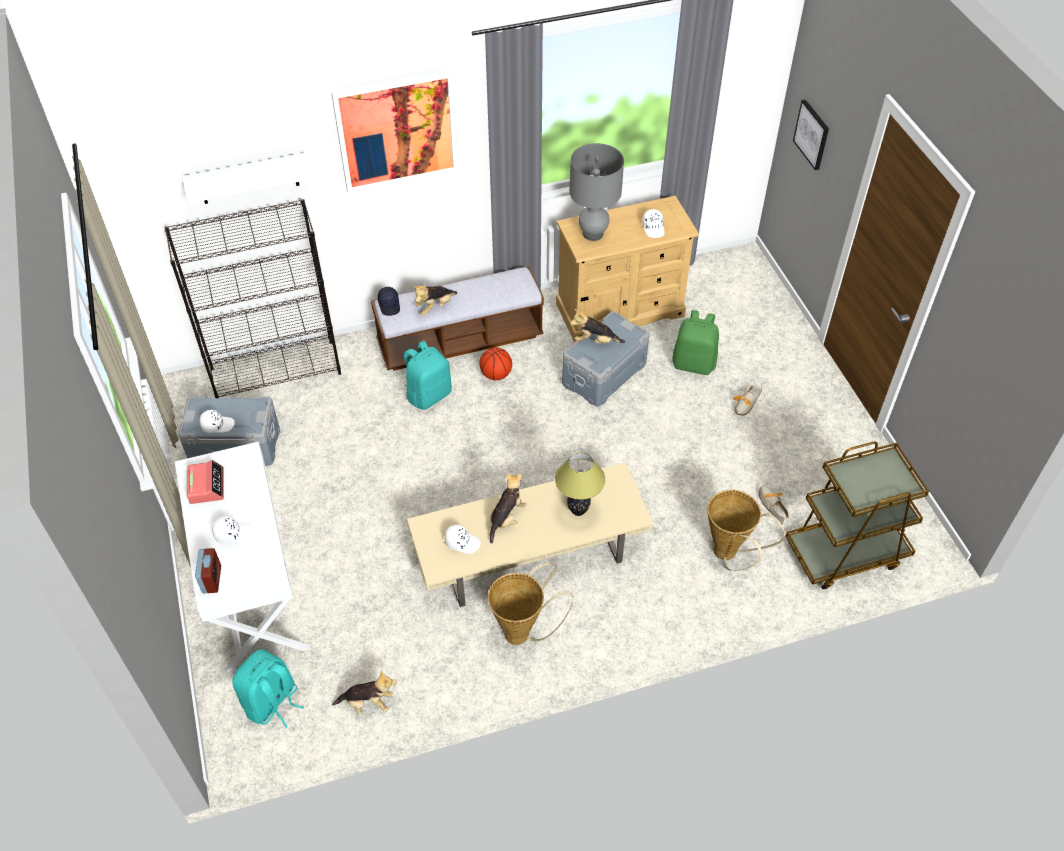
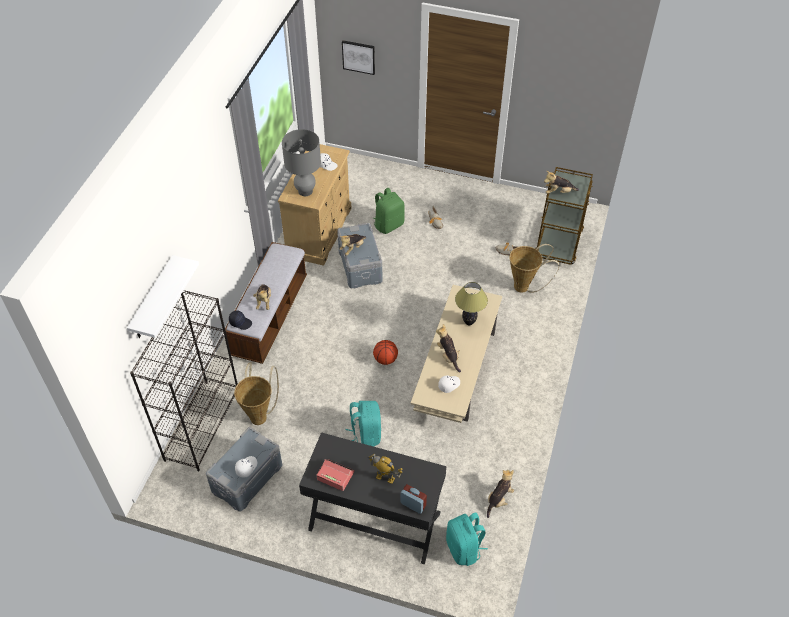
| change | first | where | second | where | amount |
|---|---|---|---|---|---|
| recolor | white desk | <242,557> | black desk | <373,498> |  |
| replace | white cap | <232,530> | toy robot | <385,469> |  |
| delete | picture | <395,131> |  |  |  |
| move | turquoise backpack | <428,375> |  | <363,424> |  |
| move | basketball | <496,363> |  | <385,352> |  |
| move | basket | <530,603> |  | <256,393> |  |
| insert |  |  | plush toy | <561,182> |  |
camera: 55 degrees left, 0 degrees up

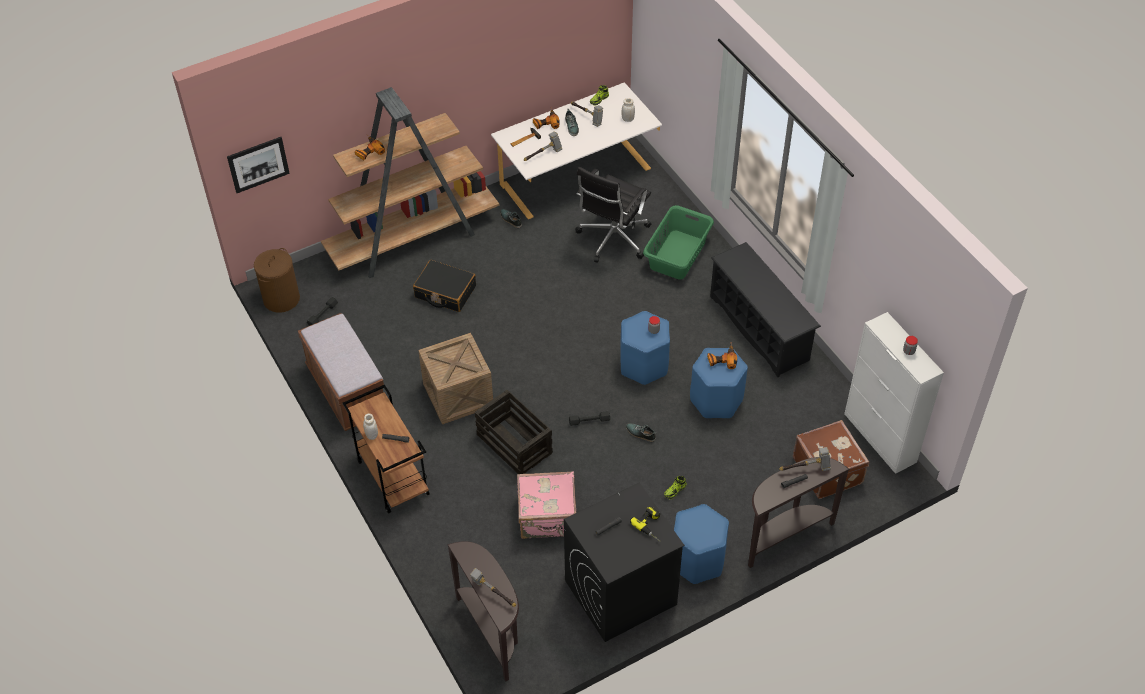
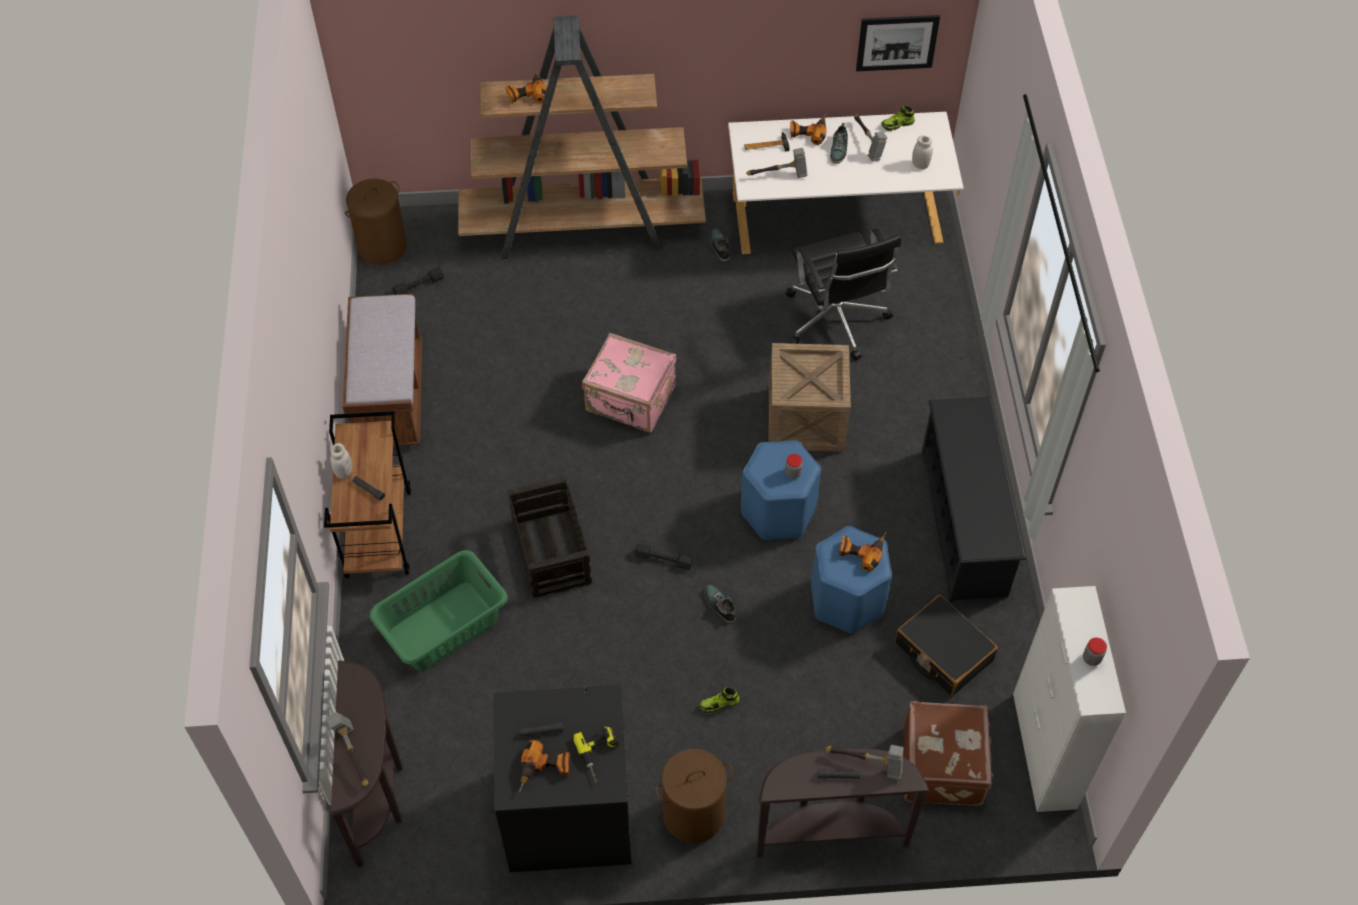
| change | first | where | second | where | amount |
|---|---|---|---|---|---|
| move | picture | <258,165> |  | <898,43> |  |
| move | black suitcase | <444,286> |  | <946,645> |  |
| move | crate | <455,378> |  | <810,397> |  |
| move | pink suitcase | <547,505> |  | <629,383> |  |
| rotate | black office chair | <613,215> |  | <843,294> | 75 degrees counterclockwise |
| move | green laundry basket | <678,242> |  | <439,610> |  |
| replace | blue stool | <701,544> | brown laundry basket | <694,796> |  |
| insert |  |  | power drill | <544,766> |  |
camera: 25 degrees right, 5 degrees up

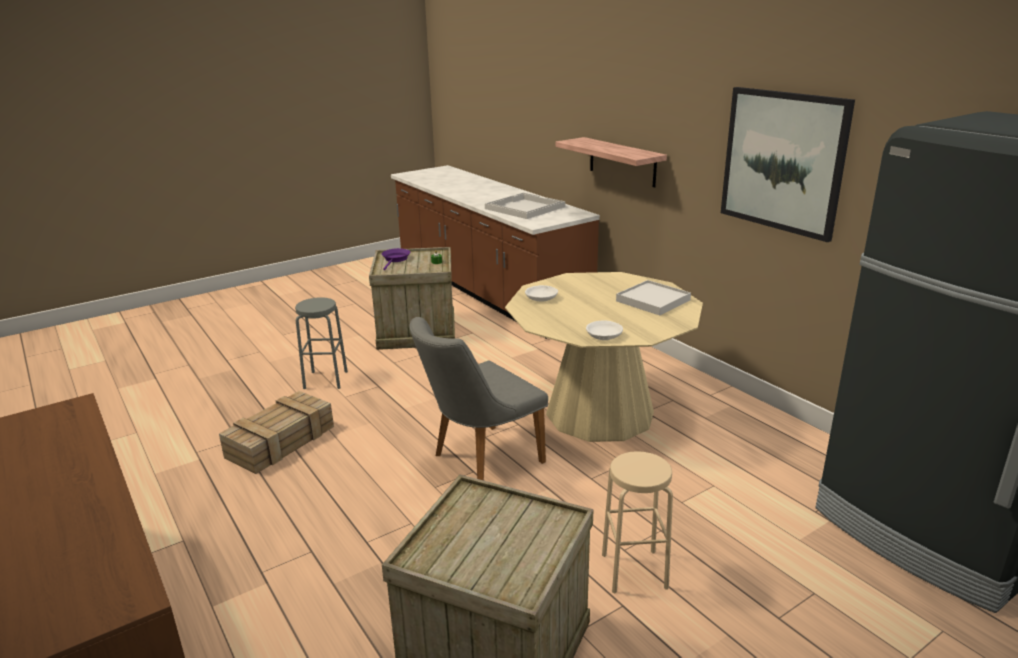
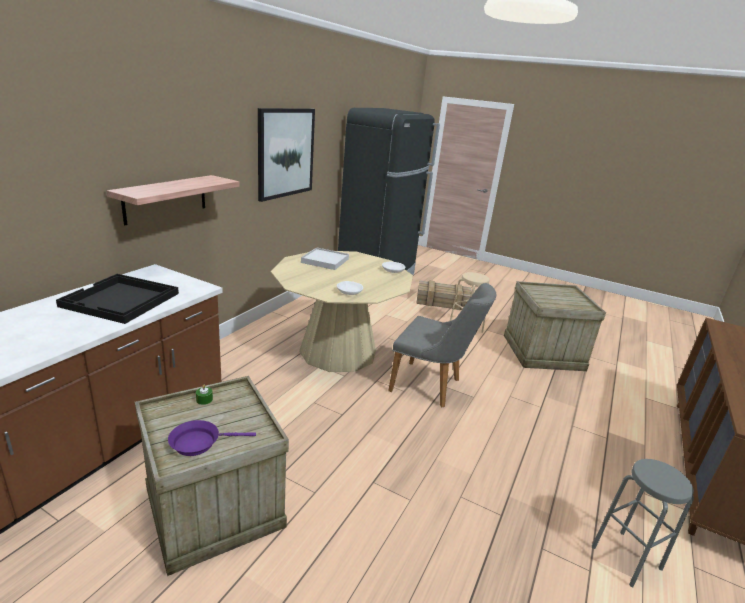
| change | first | where | second | where | amount |
|---|---|---|---|---|---|
| move | crate | <276,432> |  | <444,295> |  |
| move | grey stool | <321,343> |  | <643,523> |  |
| recolor | white tray | <525,206> | black tray | <117,299> |  |
camera: 120 degrees left, 0 degrees up

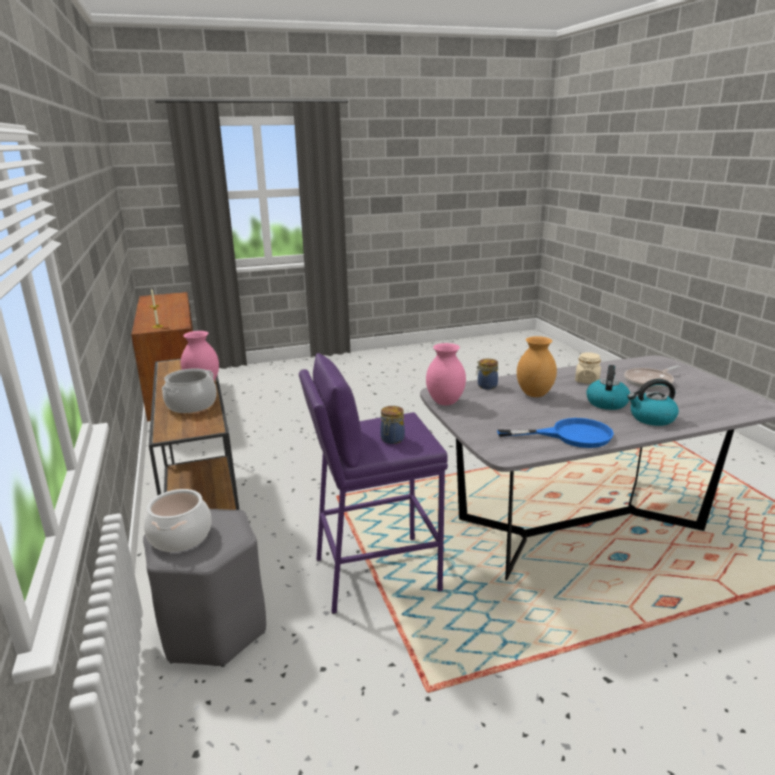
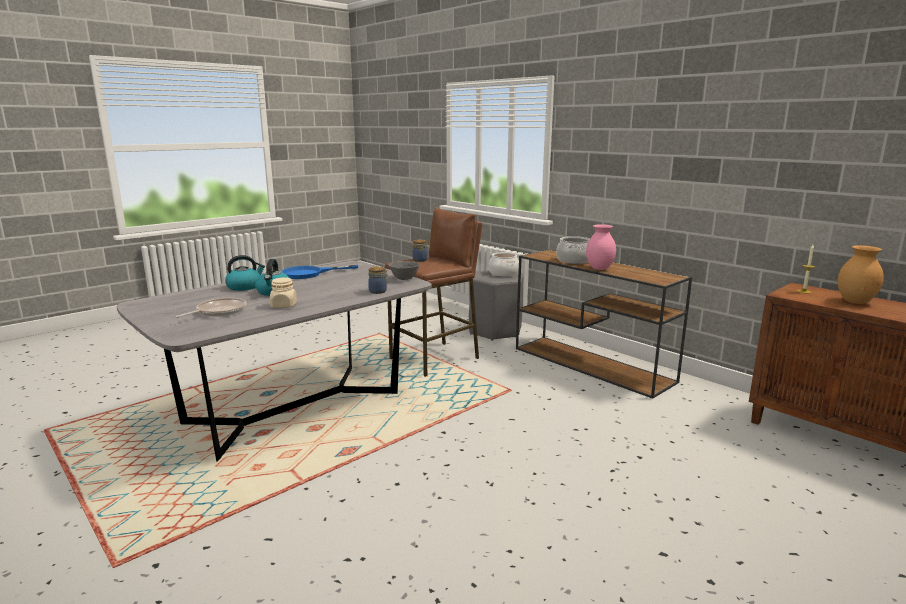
| change | first | where | second | where | amount |
|---|---|---|---|---|---|
| recolor | purple stool | <373,483> | brown stool | <433,292> |  |
| replace | pink vase | <446,374> | grey bowl | <404,270> |  |
| move | brown vase | <537,366> |  | <861,274> |  |
camera: 155 degrees right, 5 degrees down

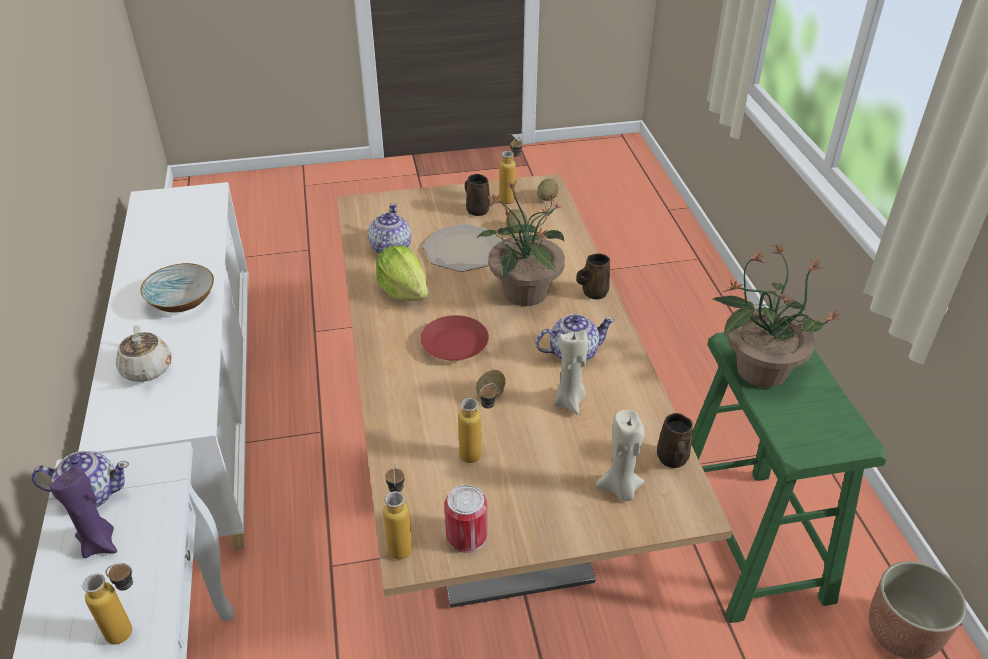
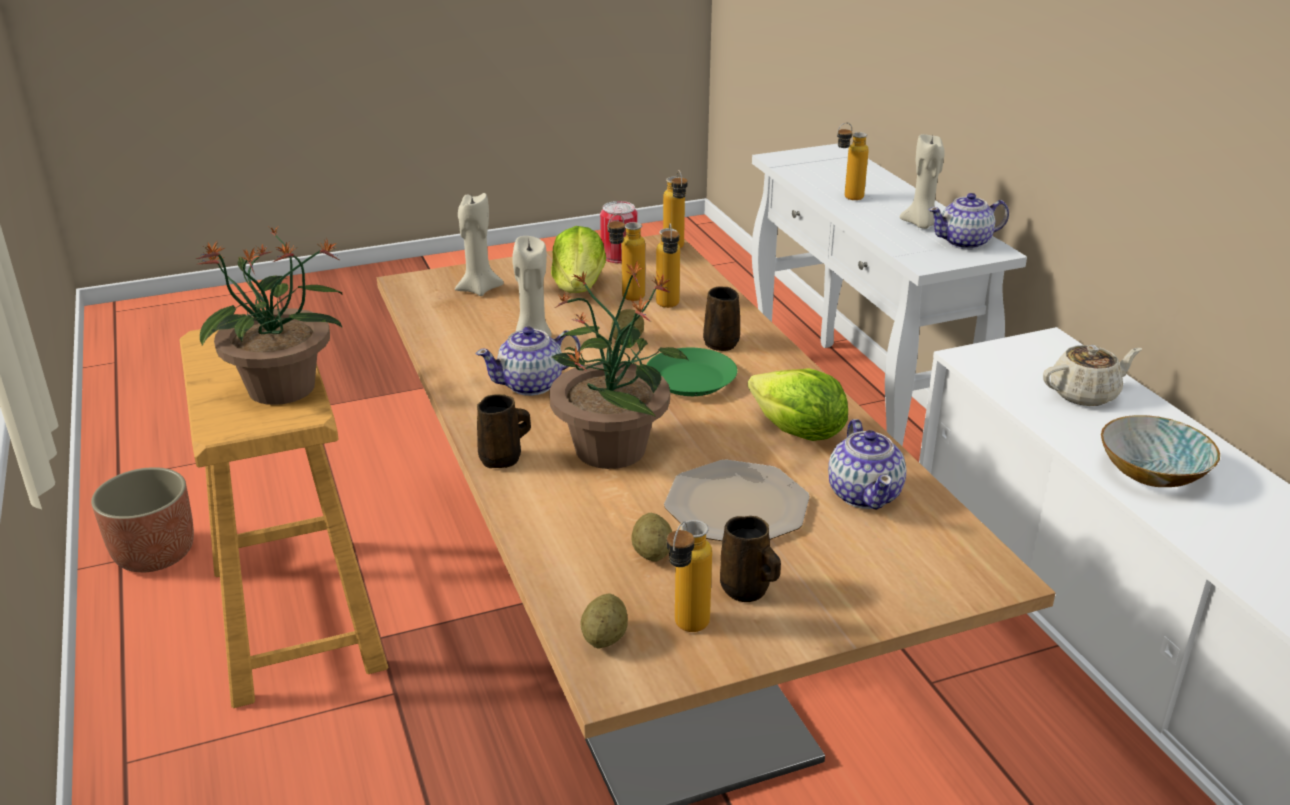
| change | first | where | second | where | amount |
|---|---|---|---|---|---|
| recolor | purple candle | <83,511> | beige candle | <922,181> |  |
| rotate | beige teapot | <144,354> |  | <1092,375> | 105 degrees clockwise |
| recolor | red plate | <455,338> | green plate | <692,372> |  |
| move | brown mug | <675,440> |  | <721,319> |  |
| recolor | green stool | <789,477> | beige stool | <284,518> |  |
| insert |  |  | lettuce | <578,259> |  |
| insert |  |  | bottle | <668,265> |  |
camera: 170 degrees right, 10 degrees down

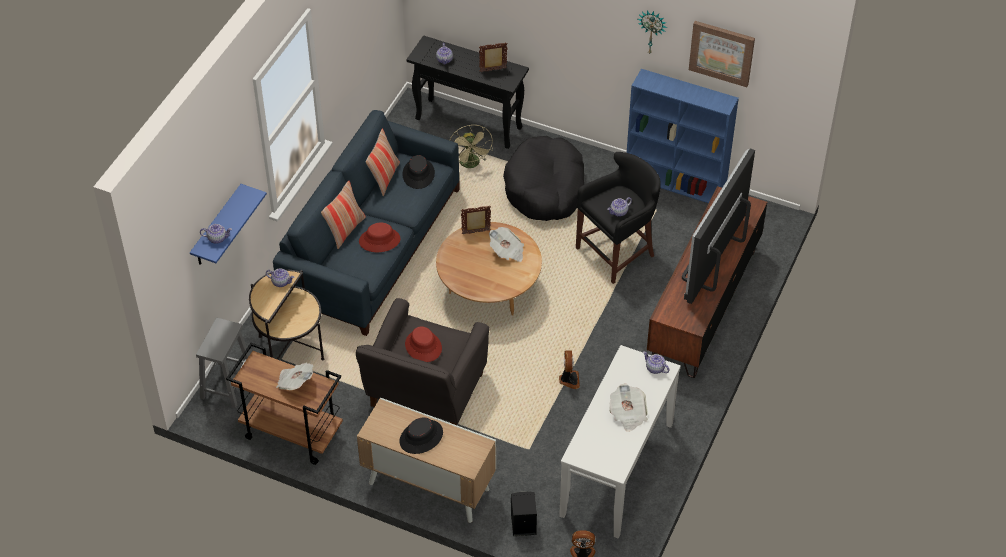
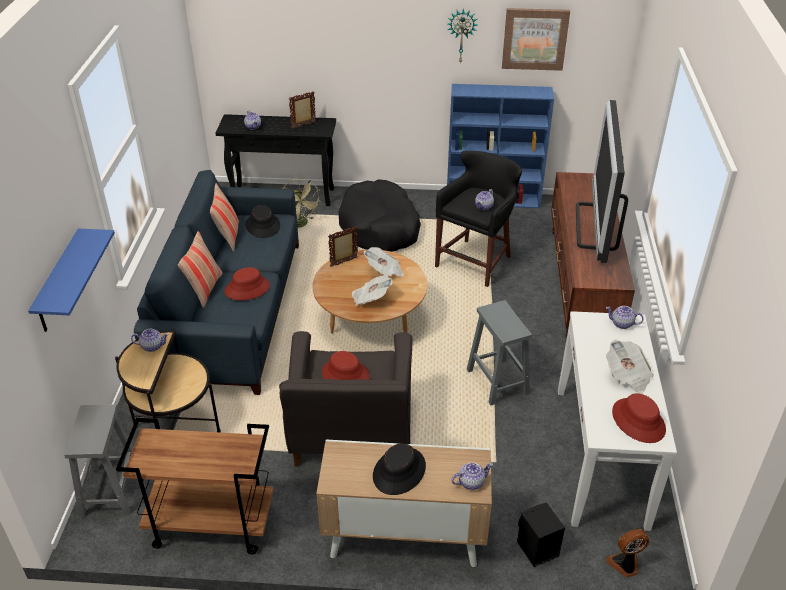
| change | first | where | second | where | amount |
|---|---|---|---|---|---|
| move | teapot | <216,234> |  | <472,476> |  |
| move | newspaper | <294,376> |  | <372,290> |  |
| replace | fan | <569,369> | grey stool | <499,352> |  |
| insert |  |  | red hat | <639,418> |  |
camera: 20 degrees left, 10 degrees down

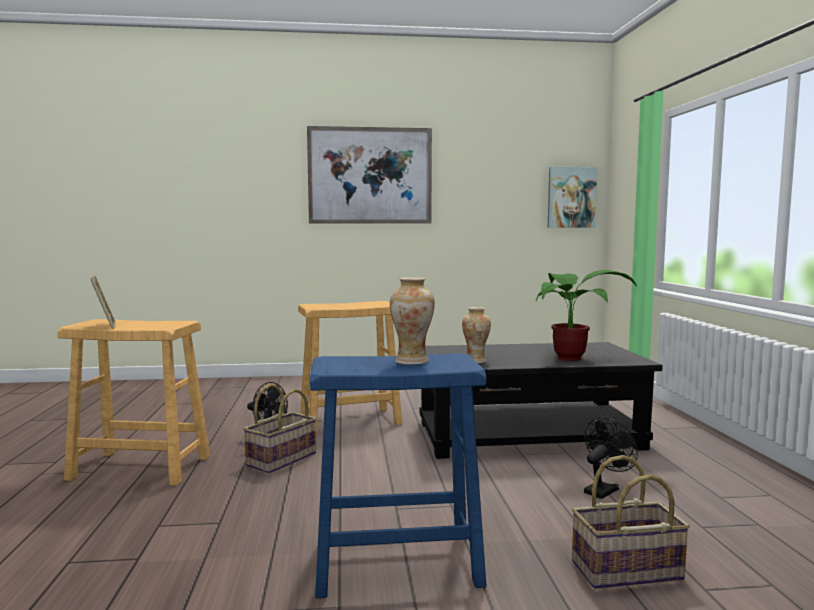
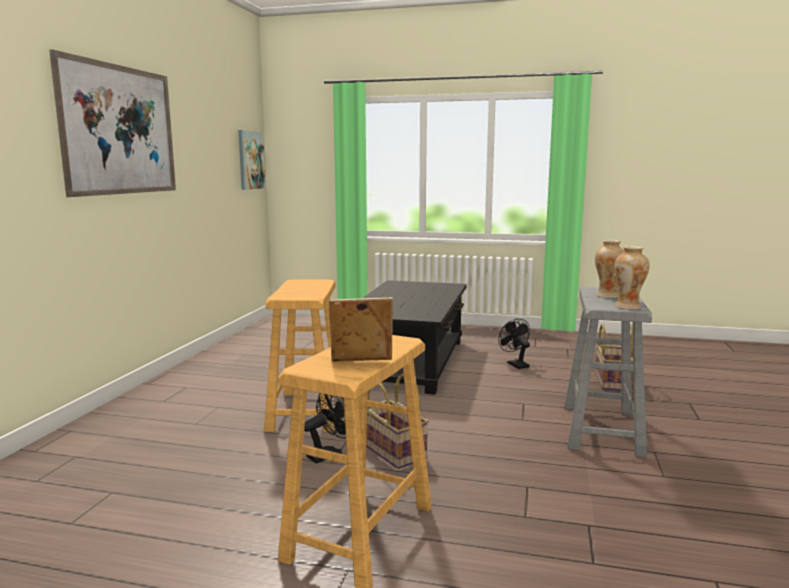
| change | first | where | second | where | amount |
|---|---|---|---|---|---|
| recolor | blue stool | <398,475> | grey stool | <608,372> |  |
| move | vase | <476,335> |  | <632,278> |  |
| delete | potted plant | <586,315> |  |  |  |
camera: 70 degrees left, 5 degrees up

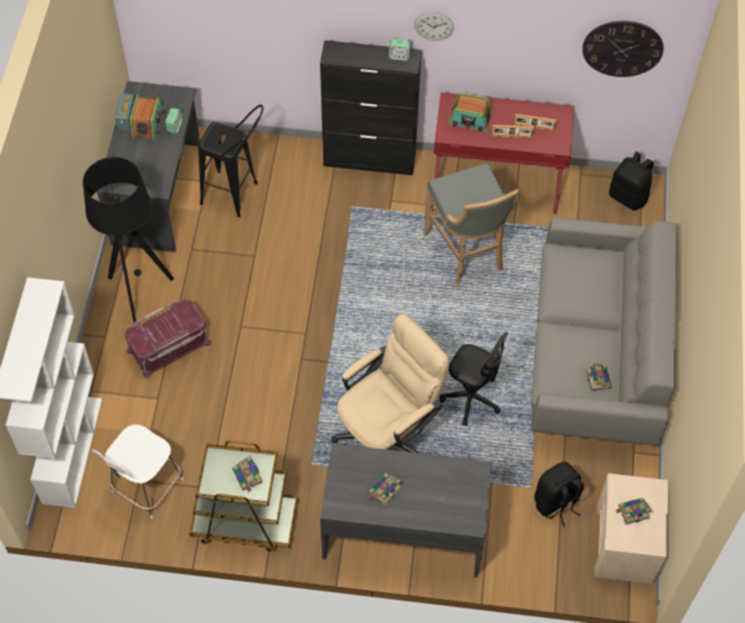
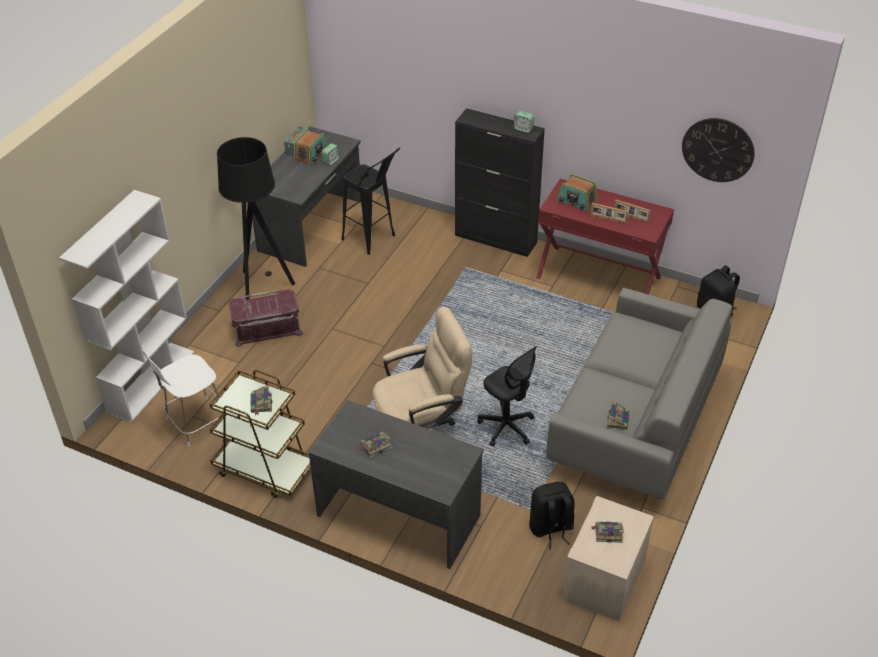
| change | first | where | second | where | amount |
|---|---|---|---|---|---|
| delete | wall clock | <434,26> |  |  |  |
| delete | grey stool | <471,224> |  |  |  |
camera: 20 degrees right, 15 degrees down

